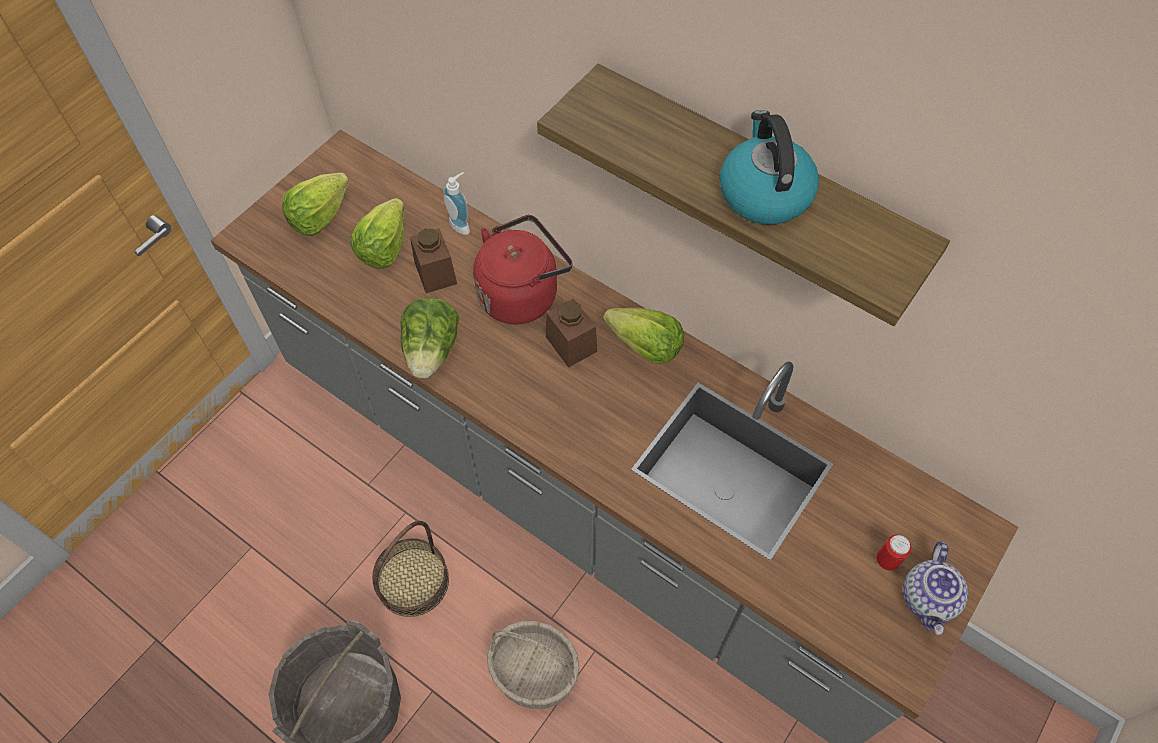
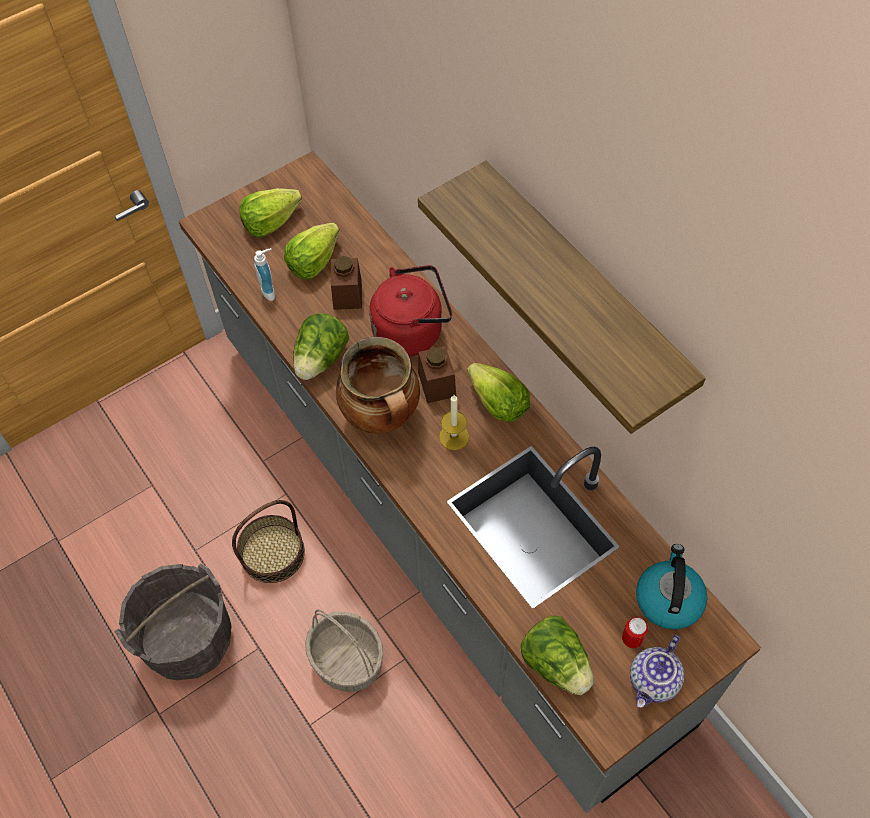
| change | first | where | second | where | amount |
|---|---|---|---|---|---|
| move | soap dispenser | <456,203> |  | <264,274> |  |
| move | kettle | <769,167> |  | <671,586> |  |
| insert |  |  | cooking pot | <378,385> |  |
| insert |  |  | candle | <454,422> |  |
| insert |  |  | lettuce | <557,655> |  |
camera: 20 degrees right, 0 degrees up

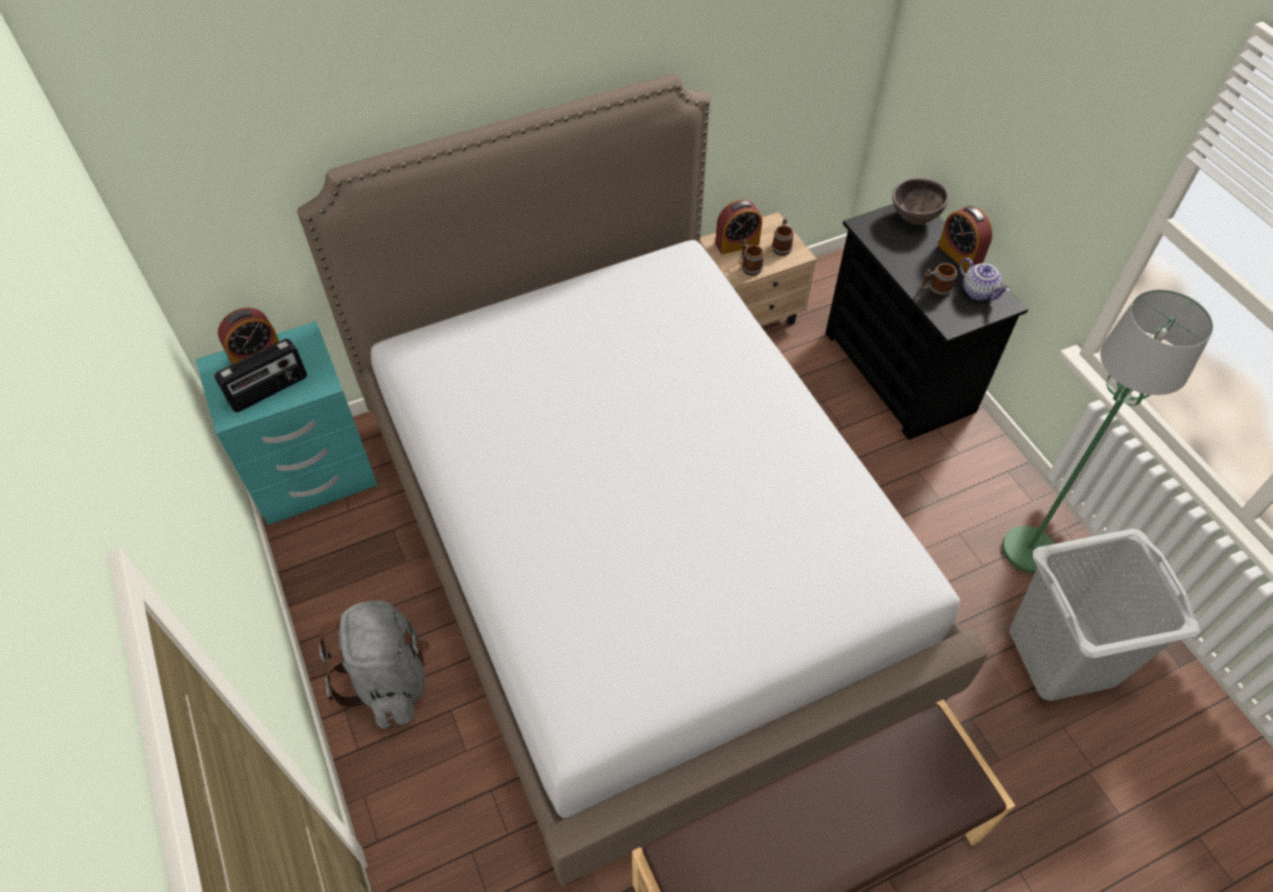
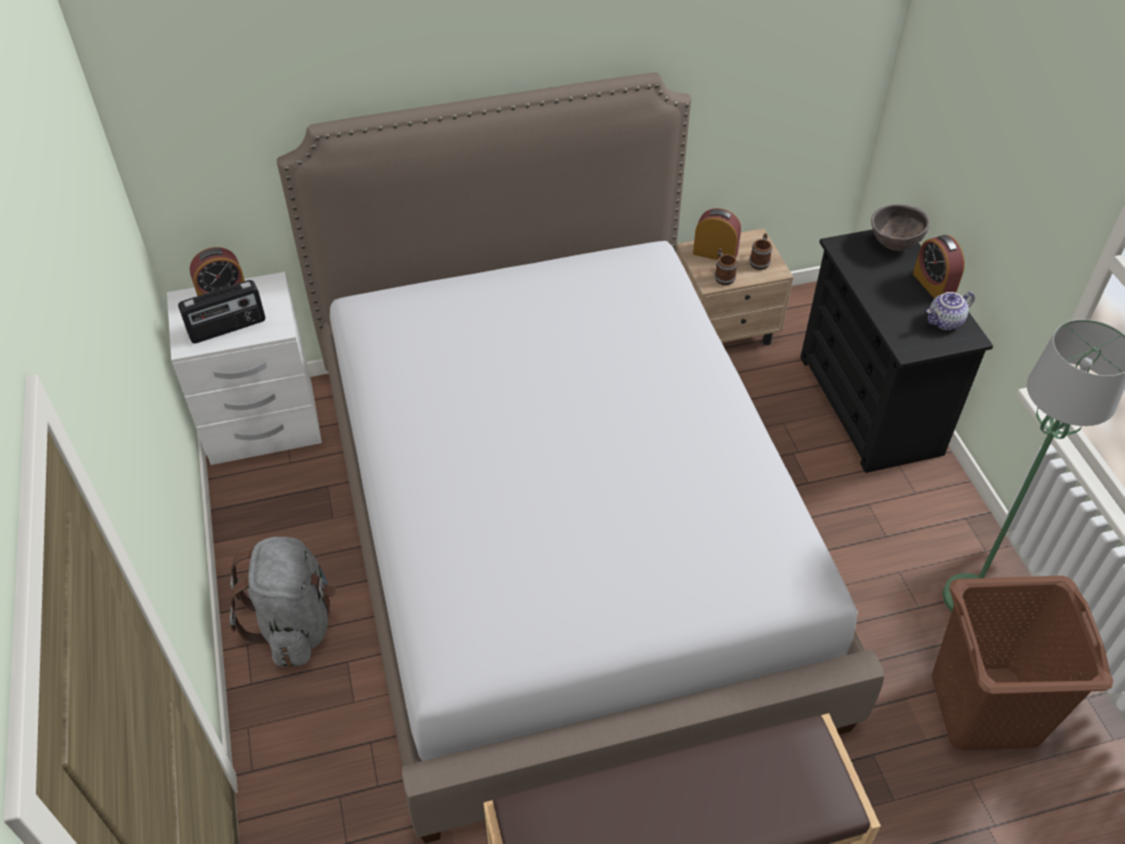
| change | first | where | second | where | amount |
|---|---|---|---|---|---|
| recolor | turquoise nightstand | <286,423> | white nightstand | <244,368> |  |
| rotate | alarm clock | <738,227> |  | <717,234> | 150 degrees counterclockwise |
| delete | mug | <938,280> |  |  |  |
| rotate | teapot | <984,279> |  | <950,311> | 90 degrees clockwise |
| recolor | grey laundry basket | <1104,615> | brown laundry basket | <1022,663> |  |
camera: 10 degrees right, 5 degrees down

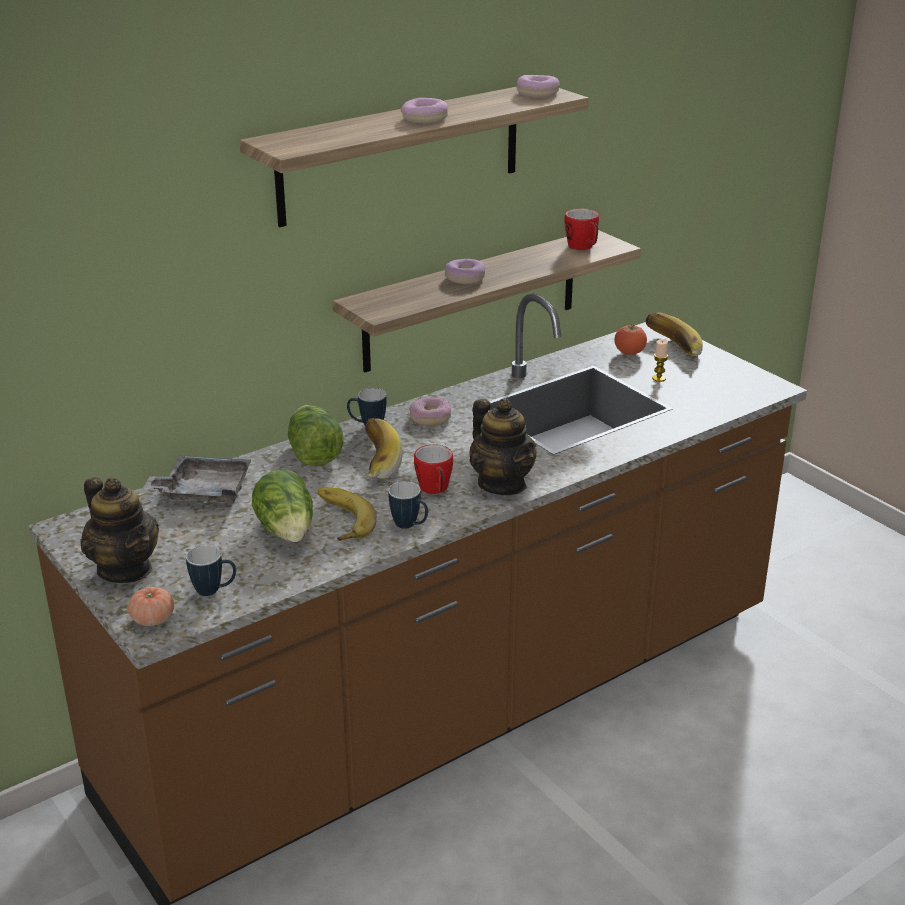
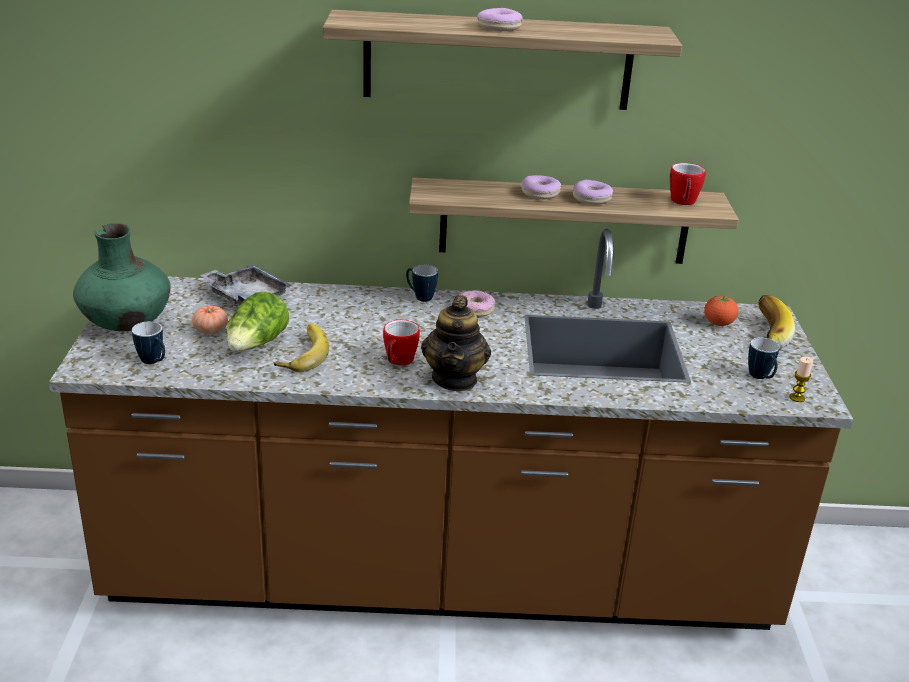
| change | first | where | second | where | amount |
|---|---|---|---|---|---|
| replace | teapot | <119,530> | green vase | <122,277> |  |
| move | tomato | <151,606> |  | <210,320> |  |
| delete | lettuce | <316,435> |  |  |  |
| delete | banana | <384,448> |  |  |  |
| move | mug | <408,505> |  | <764,358> |  |
| move | donut | <538,86> |  | <593,192> |  |
| move | candle | <660,360> |  | <801,379> |  |
camera: 35 degrees right, 0 degrees up

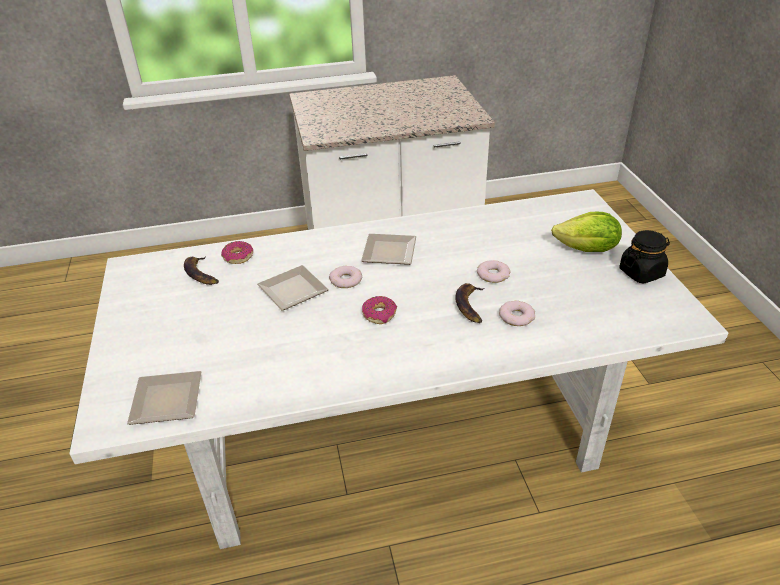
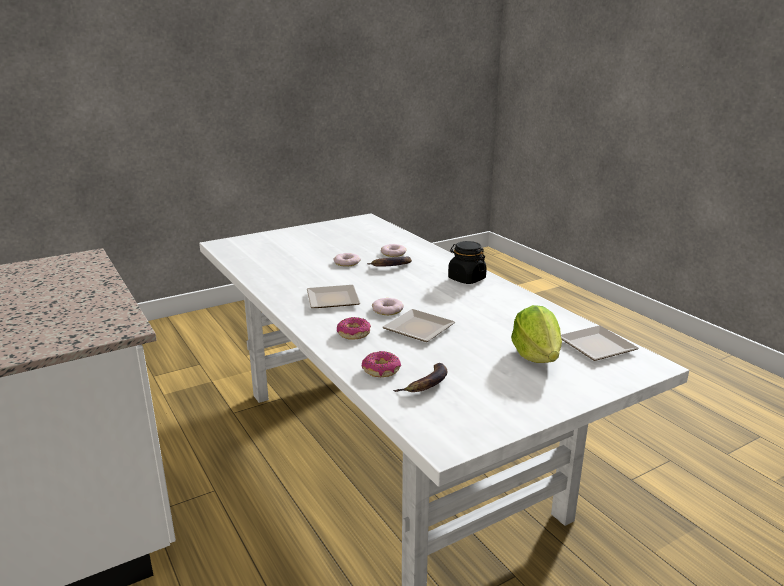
| change | first | where | second | where | amount |
|---|---|---|---|---|---|
| move | donut | <379,310> |  | <354,328> |  |
| move | lettuce | <586,232> |  | <536,334> |  |
| move | black jar | <645,257> |  | <467,262> |  |
camera: 110 degrees left, 15 degrees down

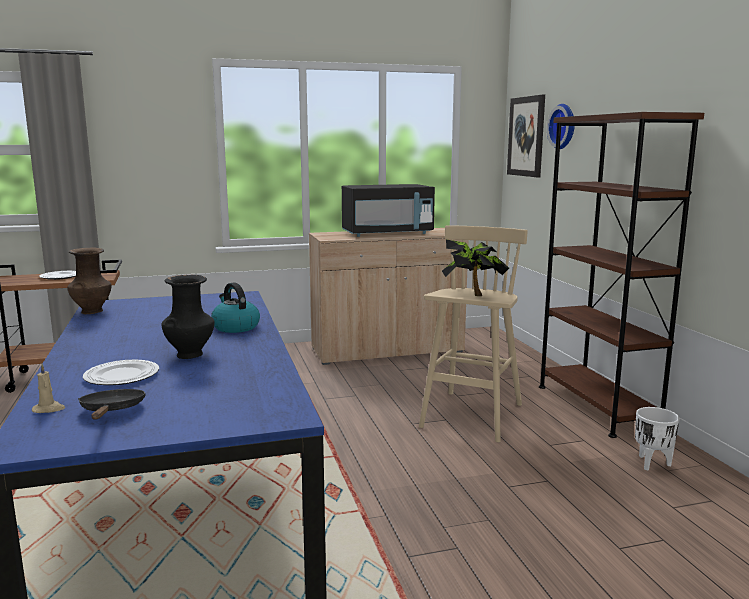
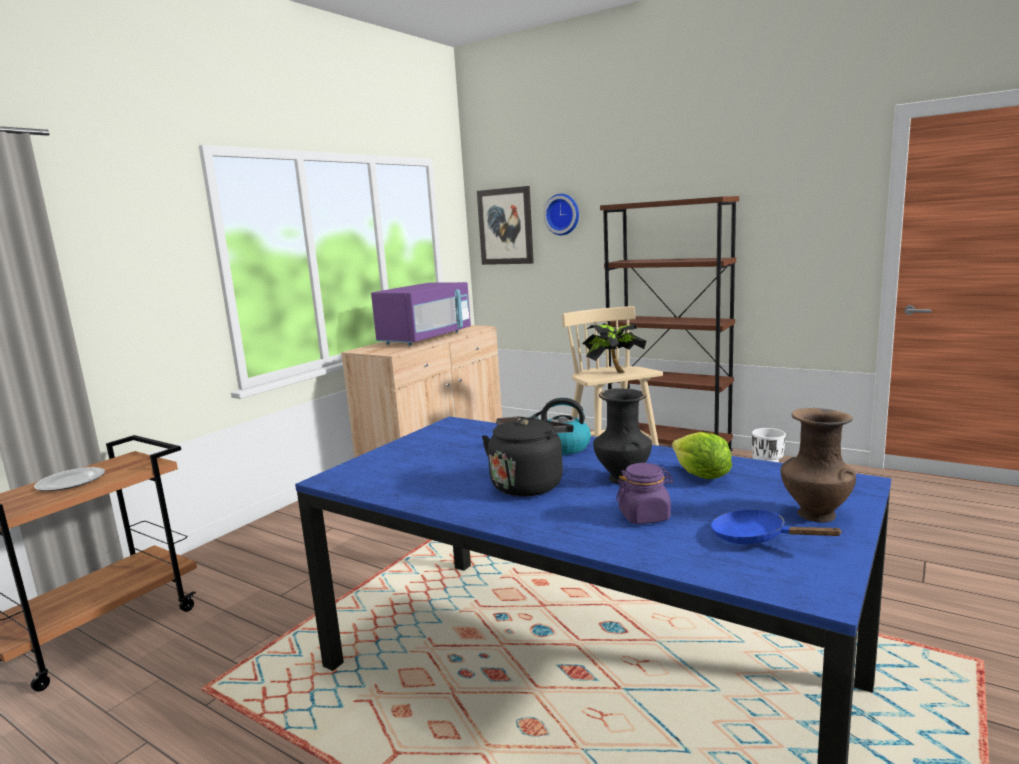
| change | first | where | second | where | amount |
|---|---|---|---|---|---|
| delete | beige candle | <48,388> |  |  |  |
| move | brown vase | <89,281> |  | <818,465> |  |
| recolor | black frying pan | <112,404> | blue frying pan | <777,526> |  |
| replace | plate | <121,372> | purple jar | <644,493> |  |
| recolor | black microwave | <388,210> | purple microwave | <421,314> |  |
| insert |  |  | black kettle | <528,456> |  |
| insert |  |  | lettuce | <702,455> |  |
camera: 40 degrees left, 0 degrees up

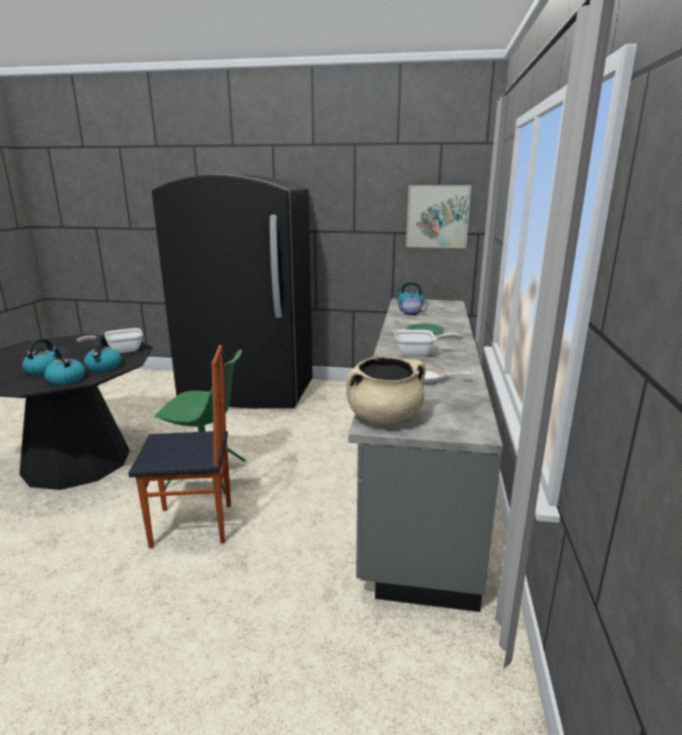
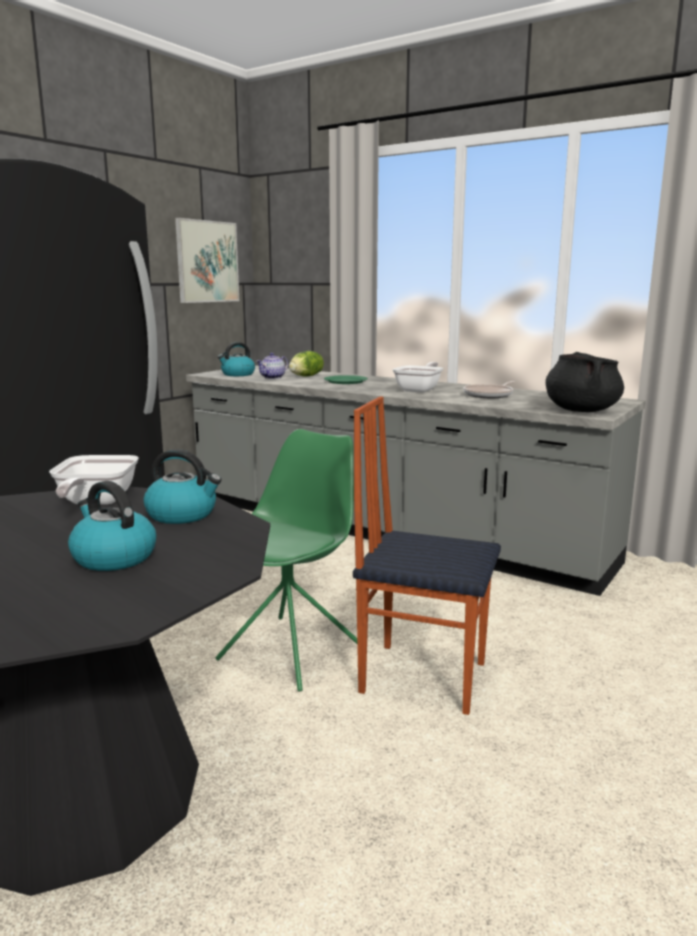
| change | first | where | second | where | amount |
|---|---|---|---|---|---|
| delete | kettle | <64,365> |  |  |  |
| rotate | chair | <179,446> |  | <427,555> | 90 degrees counterclockwise |
| recolor | beige cooking pot | <385,390> | black cooking pot | <585,382> |  |
| insert |  |  | lettuce | <306,363> |  |
camera: 65 degrees left, 5 degrees down

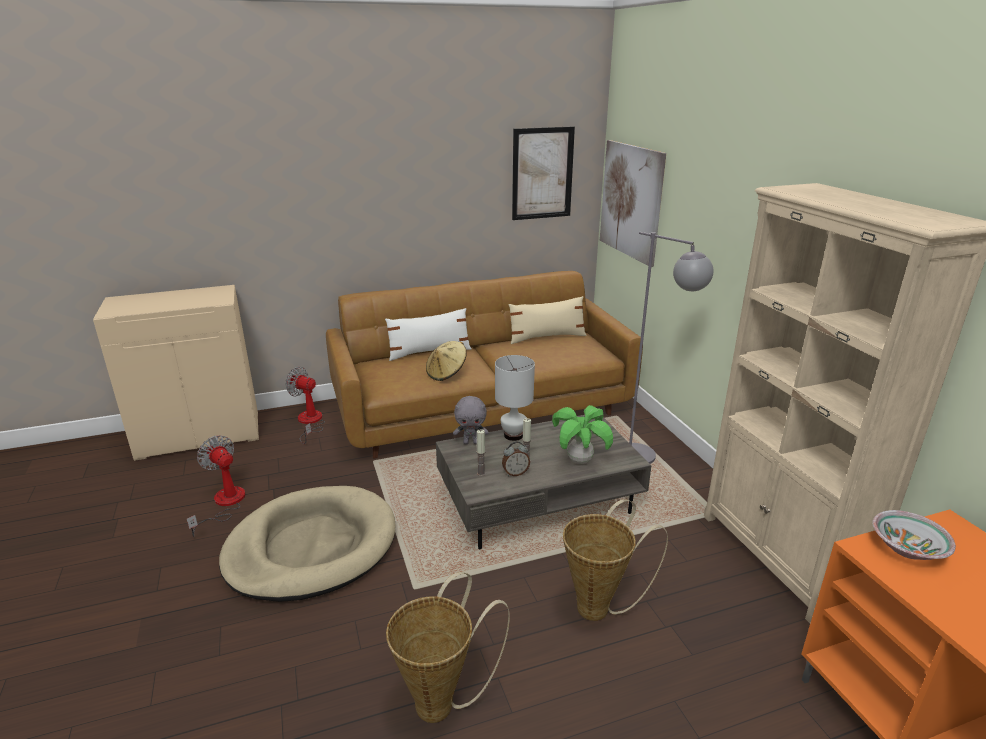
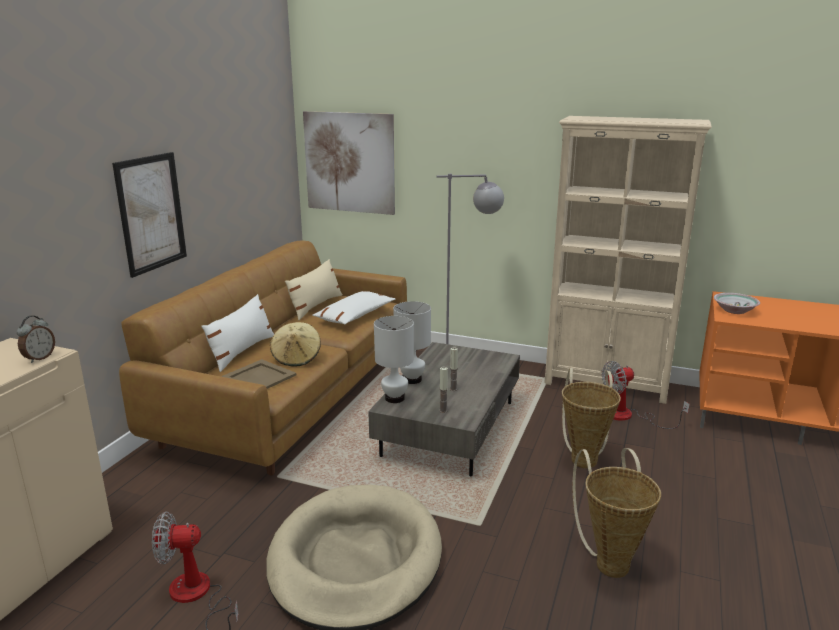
| change | first | where | second | where | amount |
|---|---|---|---|---|---|
| move | fan | <305,405> |  | <645,395> |  |
| replace | grey plush toy | <471,420> | white table lamp | <394,359> |  |
| move | alarm clock | <516,458> |  | <36,339> |  |
| move | picture | <543,173> |  | <149,215> |  |
| delete | potted plant | <582,434> |  |  |  |
| insert |  |  | beige tray | <258,374> |  |
| insert |  |  | white pillow | <354,308> |  |
camera: 50 degrees left, 5 degrees down

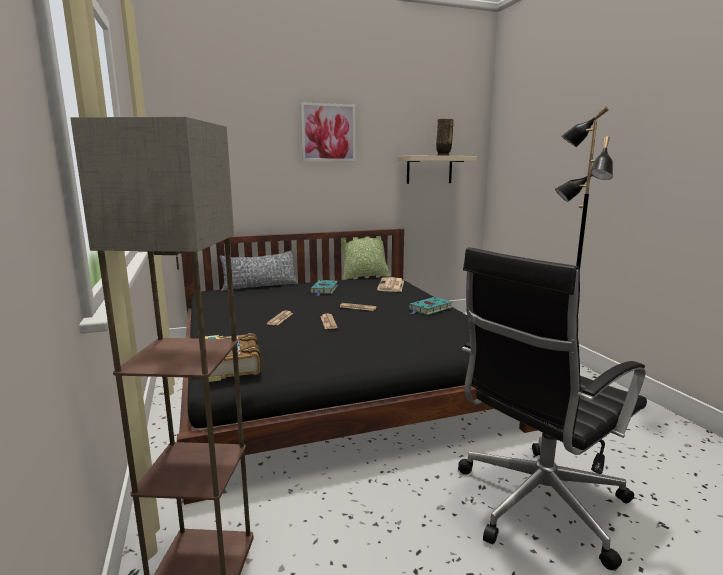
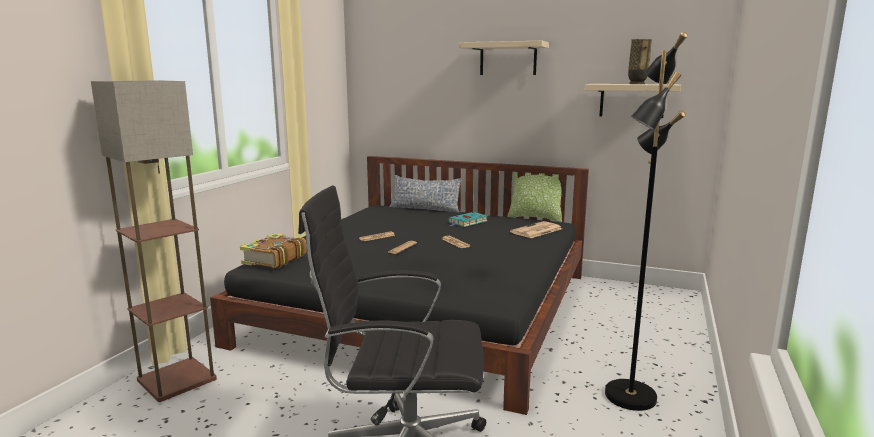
| change | first | where | second | where | amount |
|---|---|---|---|---|---|
| replace | picture | <328,131> | beige shelf | <504,58> |  |
| delete | turquoise book | <430,306> |  |  |  |
camera: 40 degrees right, 0 degrees up

